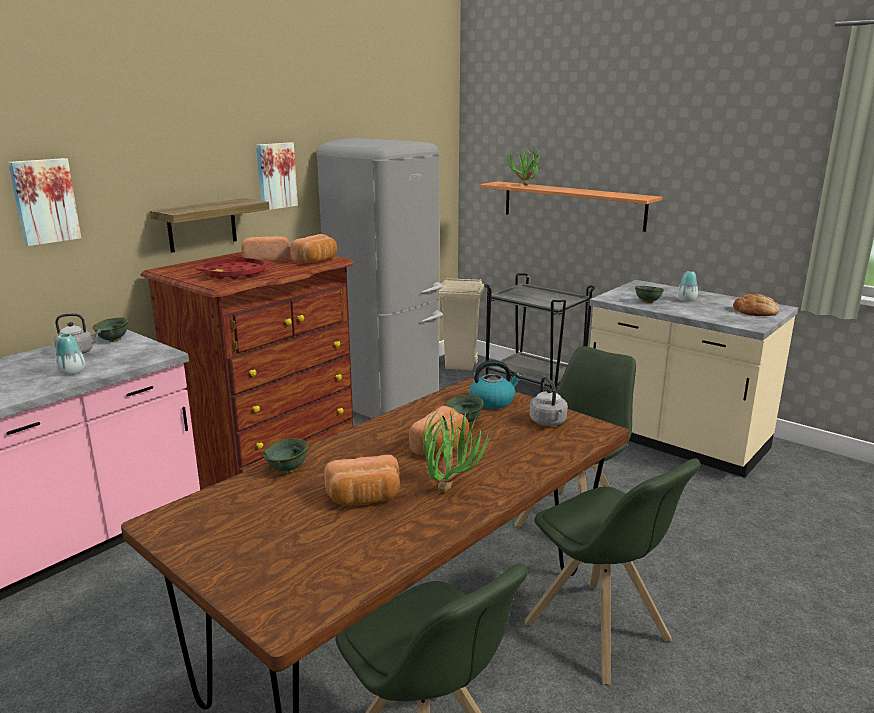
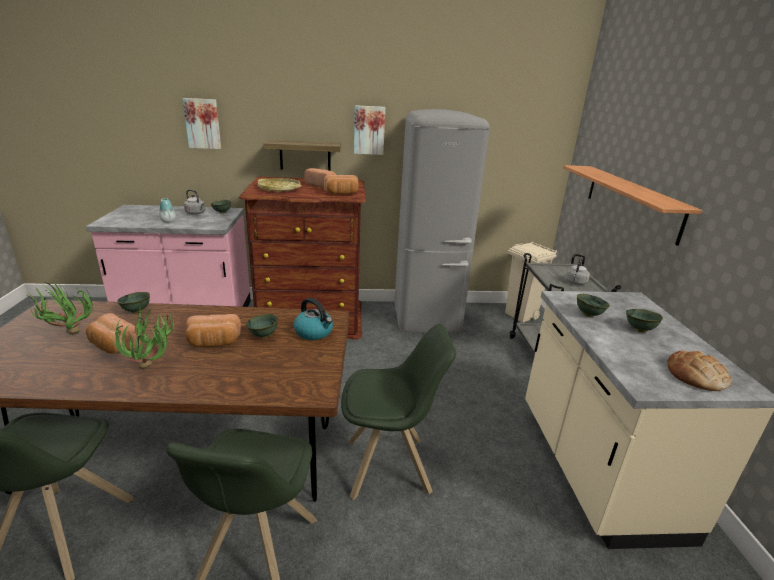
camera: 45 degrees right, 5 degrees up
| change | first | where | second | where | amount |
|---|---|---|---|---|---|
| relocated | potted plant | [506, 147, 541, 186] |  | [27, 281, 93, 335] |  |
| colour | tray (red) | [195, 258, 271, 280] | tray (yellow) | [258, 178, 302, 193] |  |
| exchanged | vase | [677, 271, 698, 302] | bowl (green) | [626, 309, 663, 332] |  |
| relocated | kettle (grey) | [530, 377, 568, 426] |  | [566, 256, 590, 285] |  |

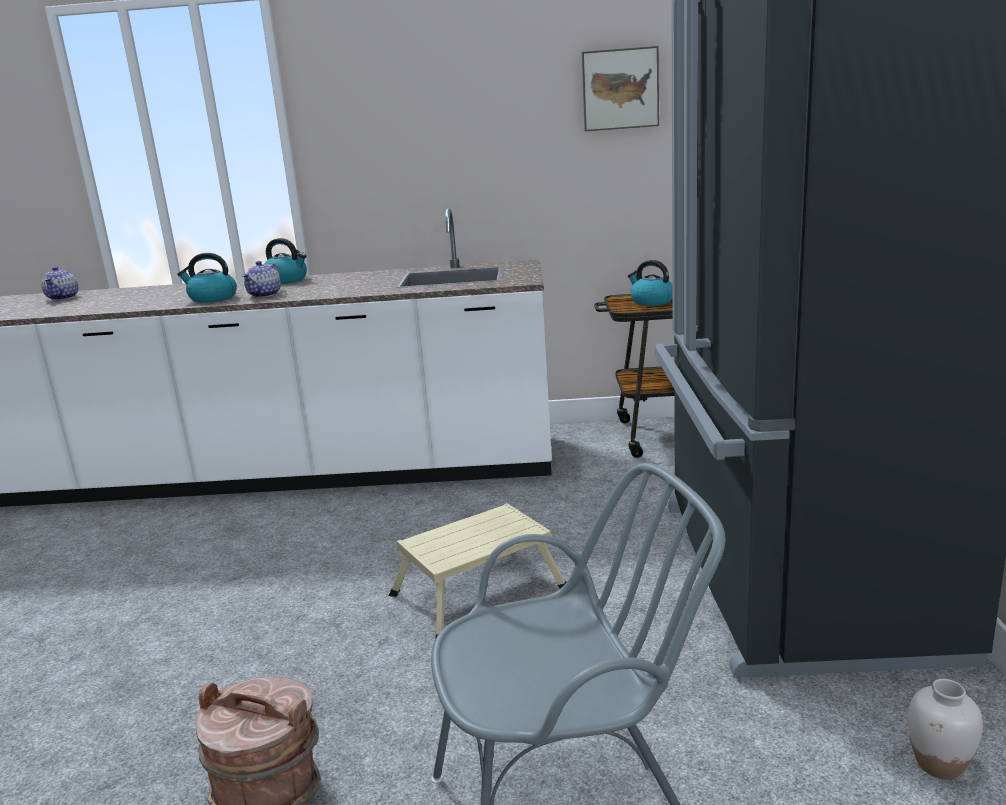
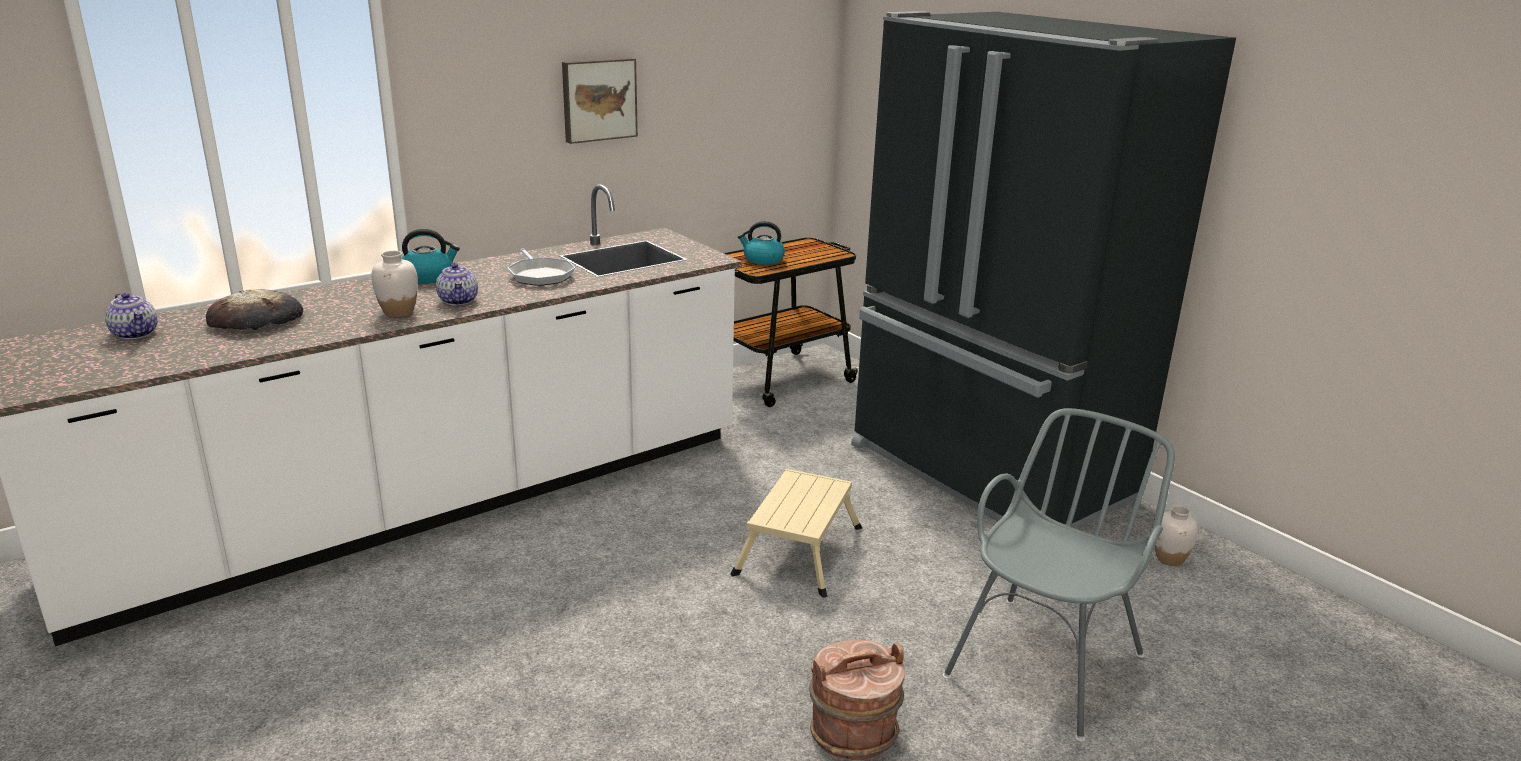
camera: 40 degrees left, 5 degrees up
| change | first | where | second | where | amount |
|---|---|---|---|---|---|
| relocated | picture | [582, 46, 659, 131] |  | [562, 58, 638, 144] |  |
| exchanged | kettle | [177, 253, 237, 303] | vase (white) | [371, 251, 418, 317] |  |
| appeared |  |  | frying pan | [507, 248, 575, 286] |  |
| appeared |  |  | bread | [206, 289, 303, 330] |  |

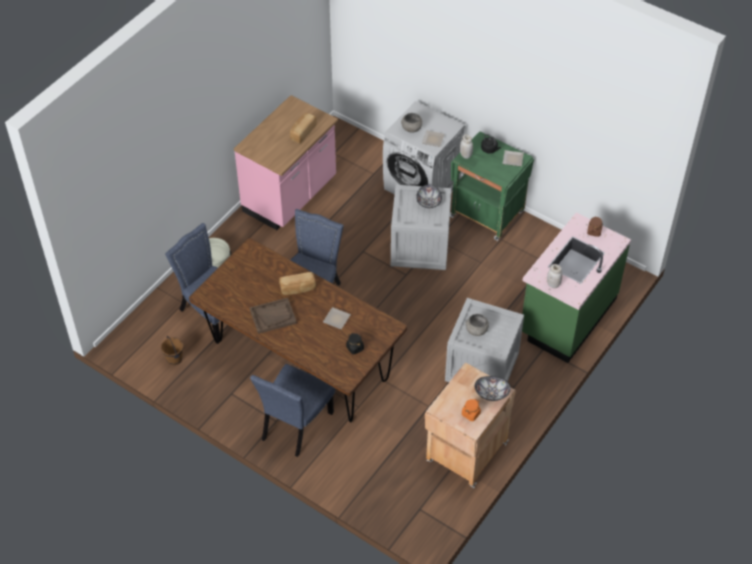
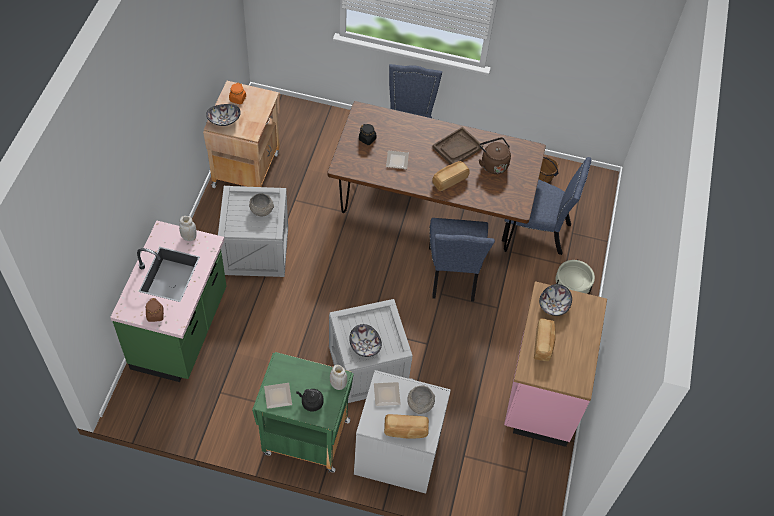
camera: 155 degrees right, 5 degrees up
| change | first | where | second | where | amount |
|---|---|---|---|---|---|
| appeared |  |  | kettle (brown) | [479, 137, 511, 174] |  |
| appeared |  |  | bowl | [539, 284, 572, 316] |  |
| appeared |  |  | bread | [384, 414, 429, 438] |  |

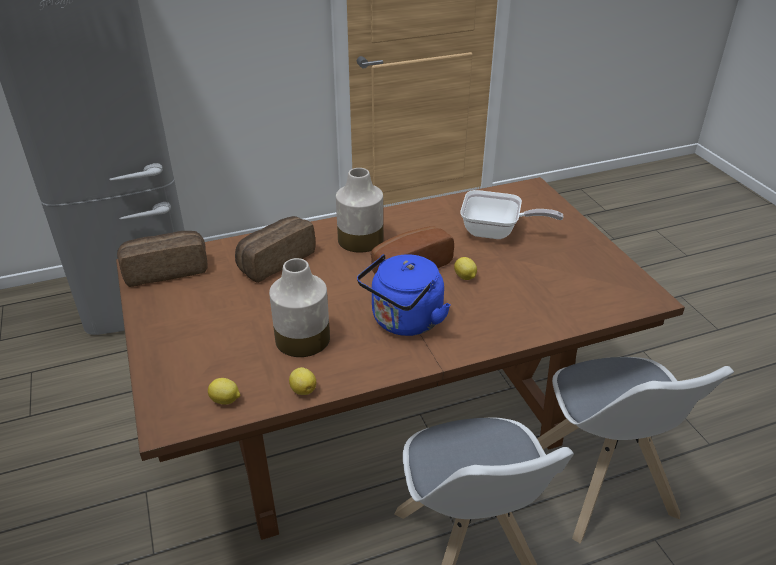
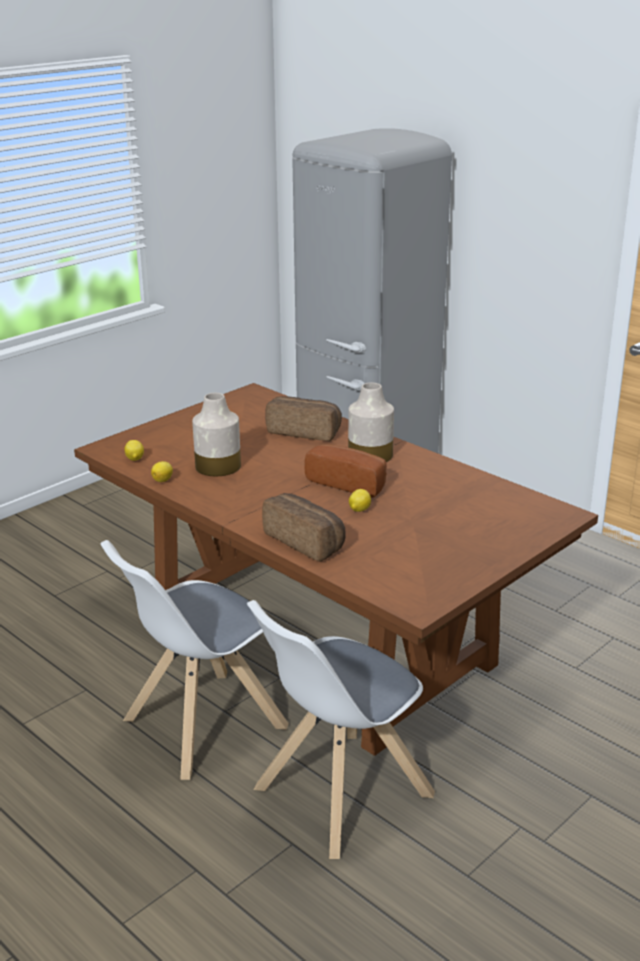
camera: 65 degrees right, 10 degrees down
| change | first | where | second | where | amount |
|---|---|---|---|---|---|
| missing | frying pan | [460, 190, 563, 239] |  |  |  |
| relocated | bread | [117, 231, 208, 287] |  | [262, 493, 345, 562] |  |
| missing | kettle (blue) | [357, 254, 451, 336] |  |  |  |

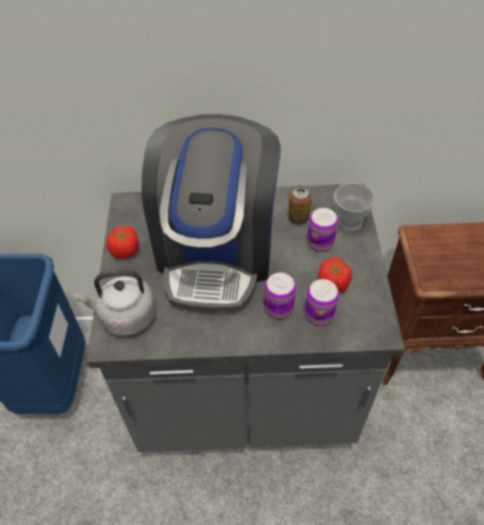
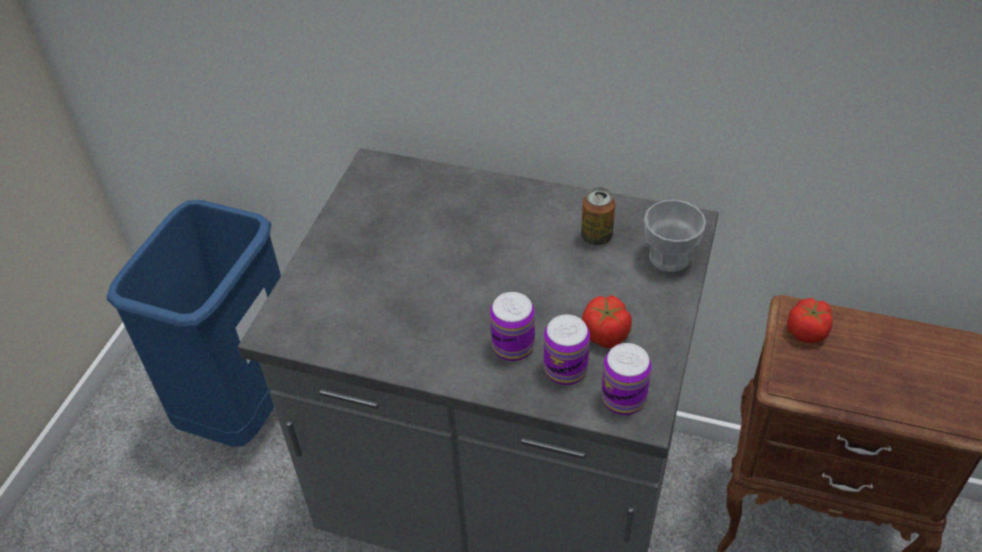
camera: 20 degrees right, 5 degrees down
| change | first | where | second | where | amount |
|---|---|---|---|---|---|
| missing | coffee machine | [142, 114, 281, 312] |  |  |  |
| relocated | can | [307, 208, 338, 252] |  | [601, 343, 652, 415] |  |
| relocated | tomato | [107, 226, 139, 259] |  | [787, 298, 833, 343] |  |
| missing | kettle (grey) | [75, 270, 156, 336] |  |  |  |

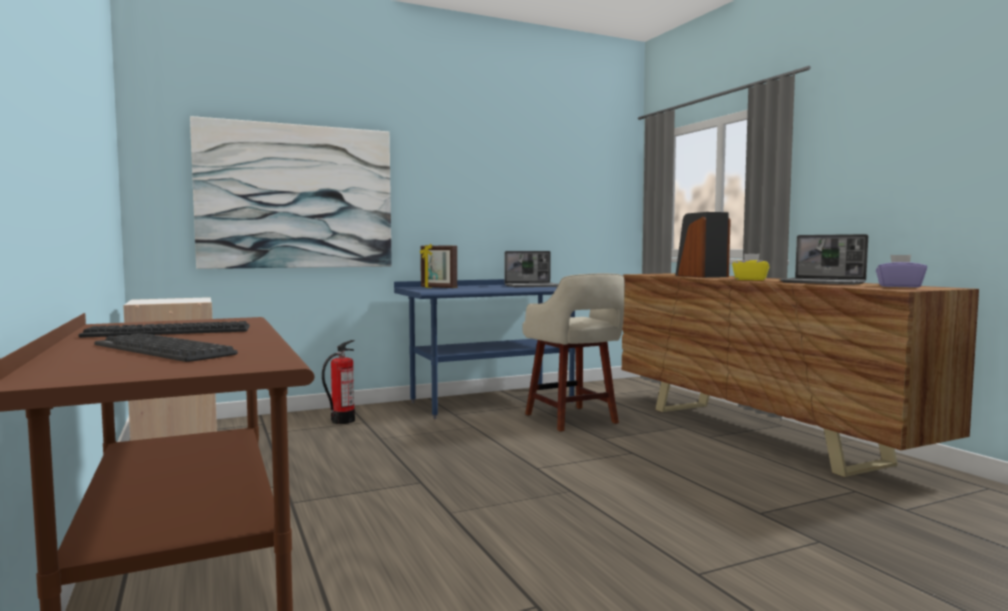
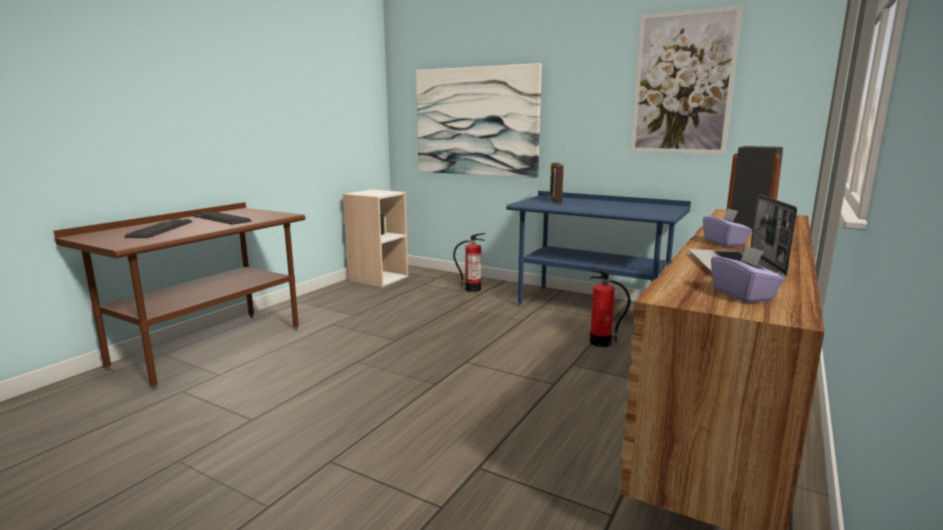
camera: 55 degrees right, 10 degrees up
| change | first | where | second | where | amount |
|---|---|---|---|---|---|
| missing | laptop | [504, 251, 558, 287] |  |  |  |
| colour | tissue box (yellow) | [732, 253, 769, 281] | tissue box (purple) | [703, 208, 752, 246] |  |
| exchanged | stool (beige) | [523, 273, 625, 432] | fire extinguisher | [589, 268, 630, 347] |  |
| appeared |  |  | picture | [631, 5, 743, 154] |  |

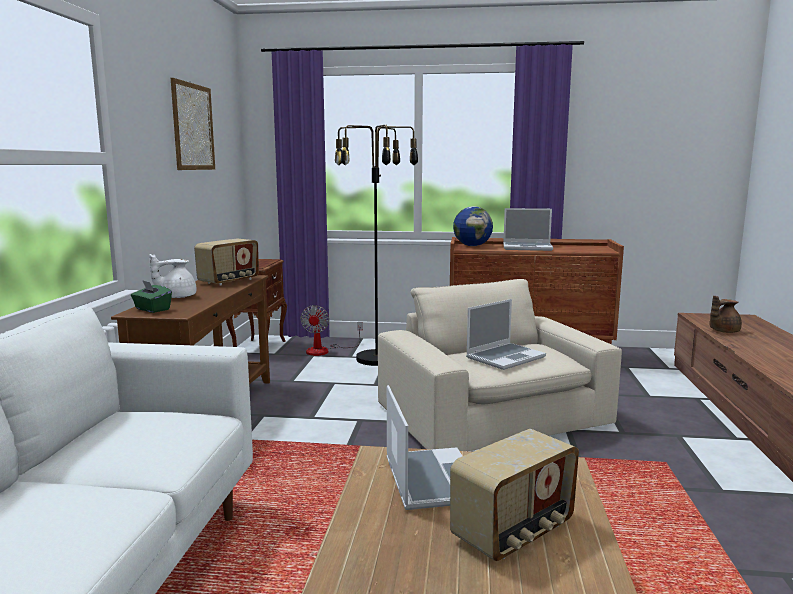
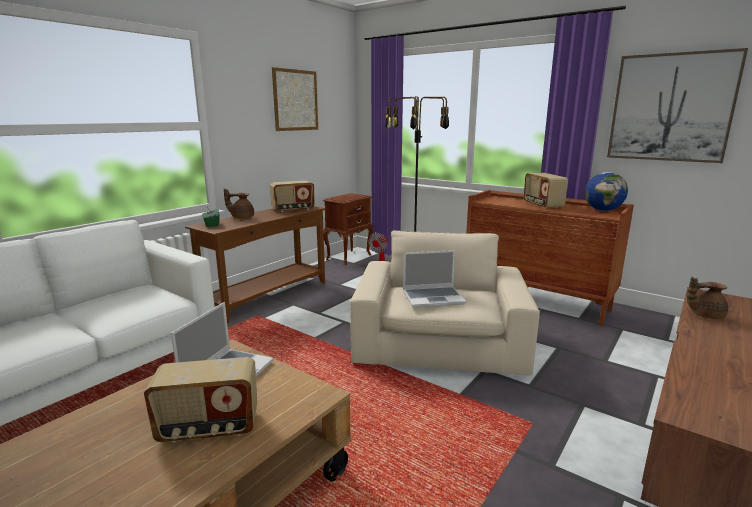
camera: 30 degrees right, 5 degrees up
| change | first | where | second | where | amount |
|---|---|---|---|---|---|
| relocated | globe | [453, 206, 493, 246] |  | [585, 172, 628, 211] |  |
| exchanged | laptop | [503, 208, 553, 251] | radio | [524, 173, 568, 209] |  |
| colour | teapot (white) | [149, 254, 196, 298] | teapot (brown) | [224, 189, 254, 219] |  |
| appeared |  |  | picture | [607, 48, 748, 163] |  |

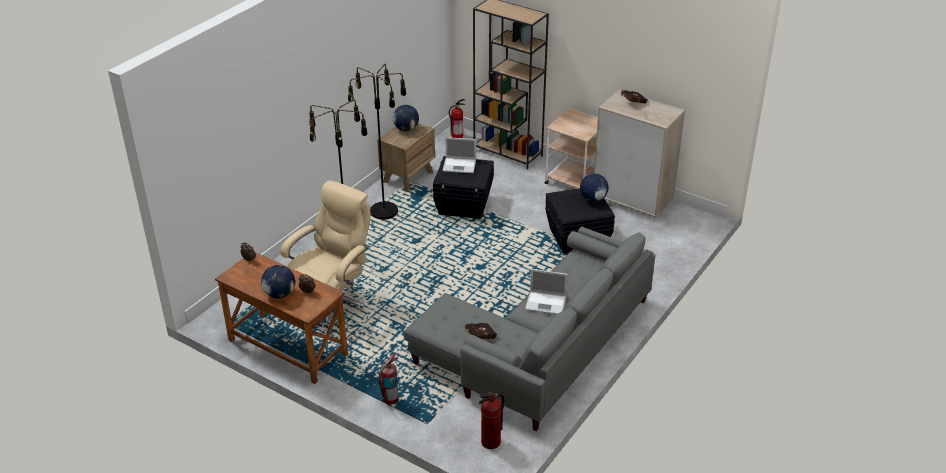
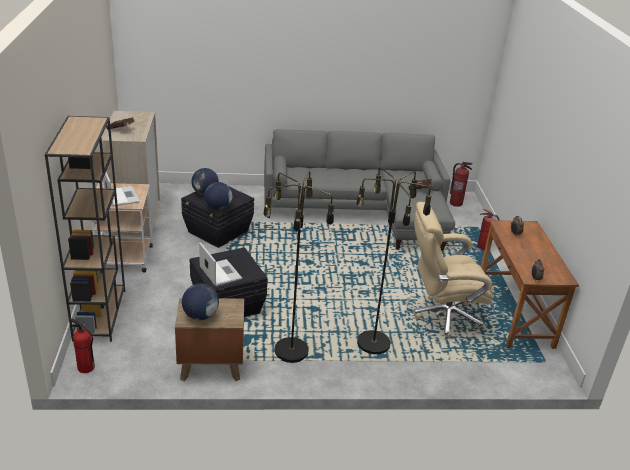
camera: 130 degrees left, 5 degrees down
| change | first | where | second | where | amount |
|---|---|---|---|---|---|
| relocated | globe | [261, 265, 295, 298] |  | [204, 182, 232, 210] |  |
| relocated | laptop | [525, 269, 568, 314] |  | [103, 172, 140, 207] |  |

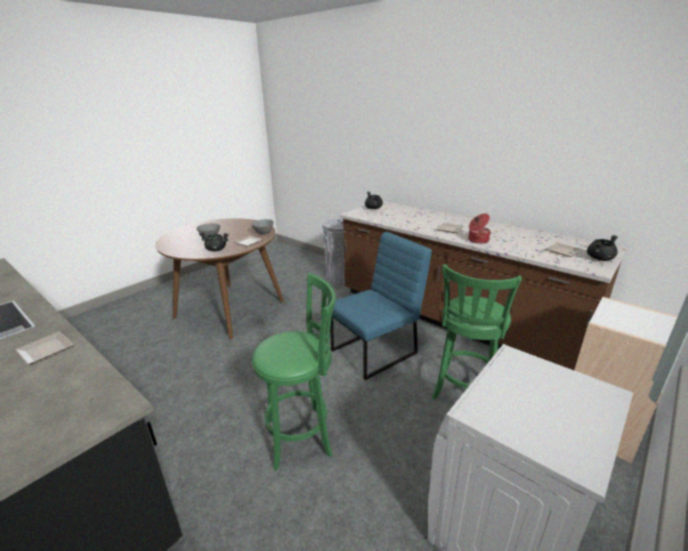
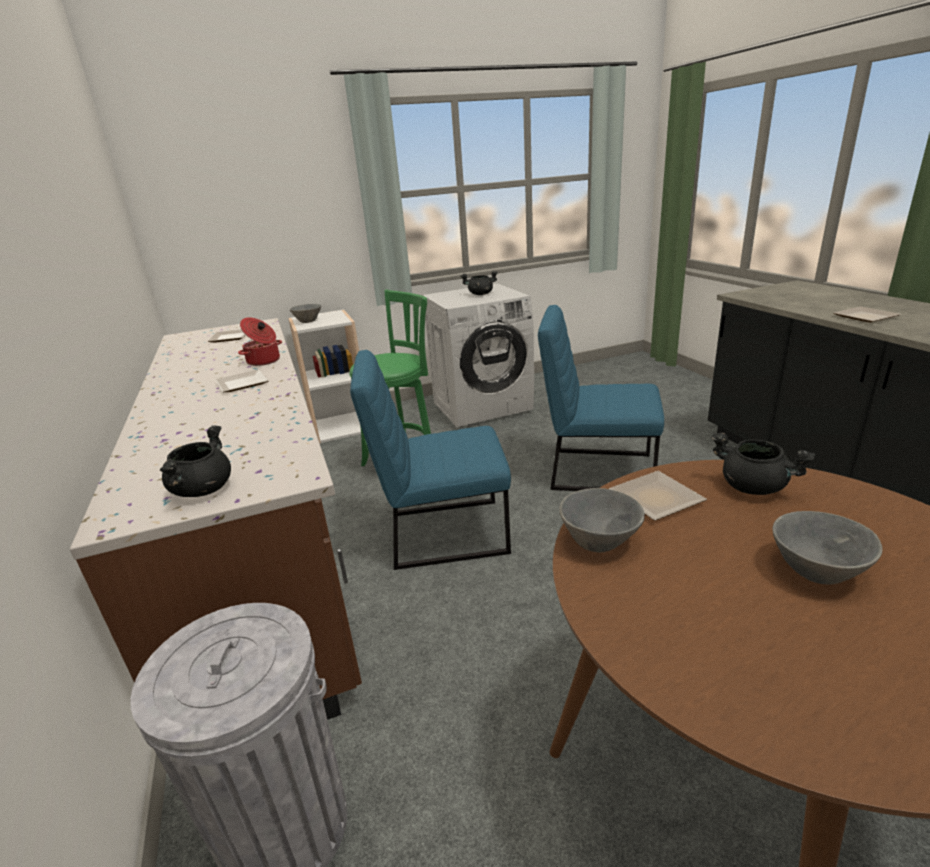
camera: 150 degrees left, 0 degrees up
| change | first | where | second | where | amount |
|---|---|---|---|---|---|
| relocated | cooking pot (black) | [587, 235, 618, 261] |  | [461, 271, 498, 295] |  |
| exchanged | stool (green) | [252, 273, 336, 471] | chair (blue) | [538, 305, 664, 491] |  |
| appeared |  |  | bowl (grey) | [290, 304, 321, 323] |  |

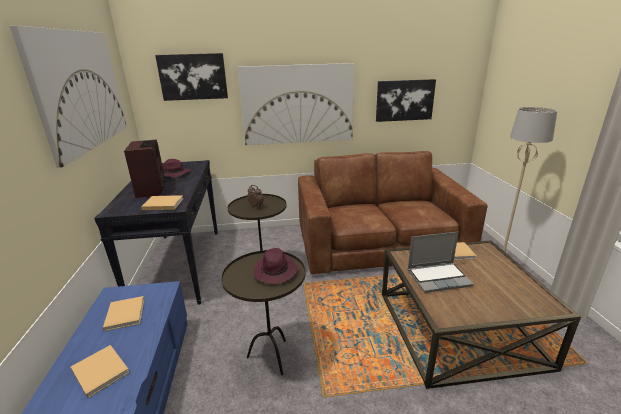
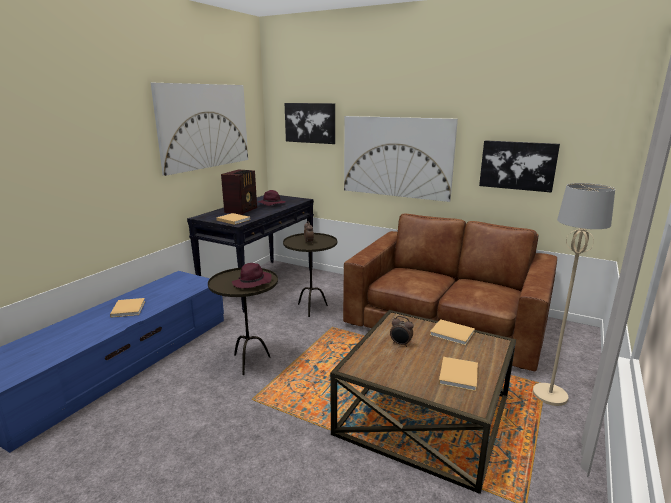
camera: 35 degrees right, 5 degrees down
| change | first | where | second | where | amount |
|---|---|---|---|---|---|
| exchanged | laptop | [407, 232, 474, 293] | alarm clock | [390, 316, 414, 347] |  |
| relocated | book (beige) | [103, 296, 144, 331] |  | [439, 357, 478, 391] |  |

